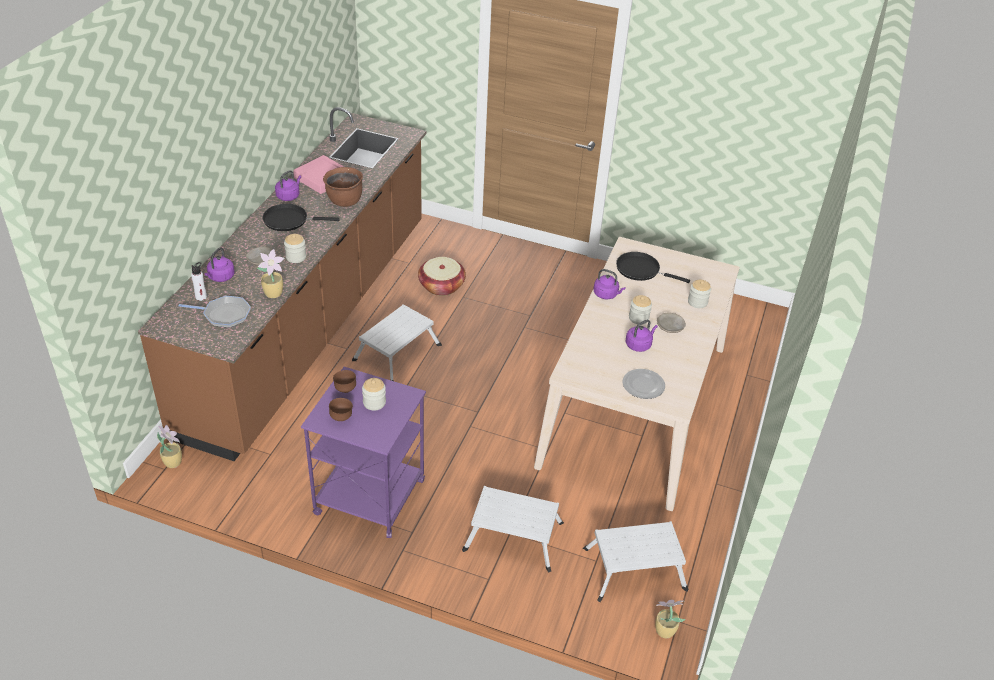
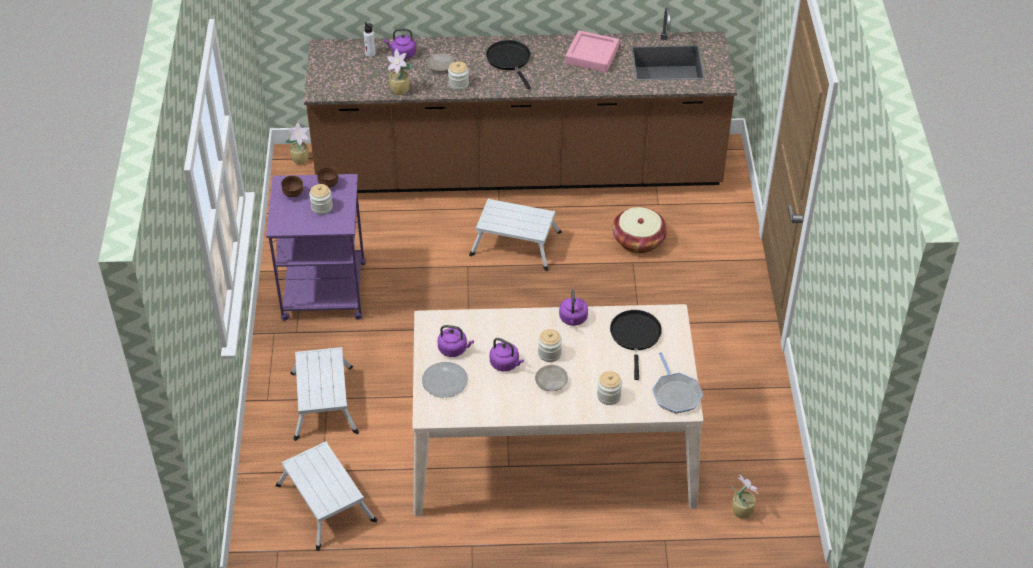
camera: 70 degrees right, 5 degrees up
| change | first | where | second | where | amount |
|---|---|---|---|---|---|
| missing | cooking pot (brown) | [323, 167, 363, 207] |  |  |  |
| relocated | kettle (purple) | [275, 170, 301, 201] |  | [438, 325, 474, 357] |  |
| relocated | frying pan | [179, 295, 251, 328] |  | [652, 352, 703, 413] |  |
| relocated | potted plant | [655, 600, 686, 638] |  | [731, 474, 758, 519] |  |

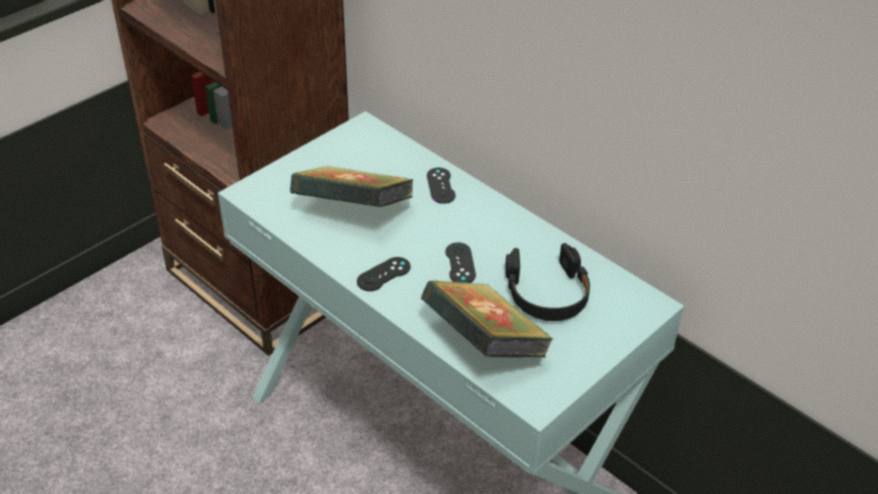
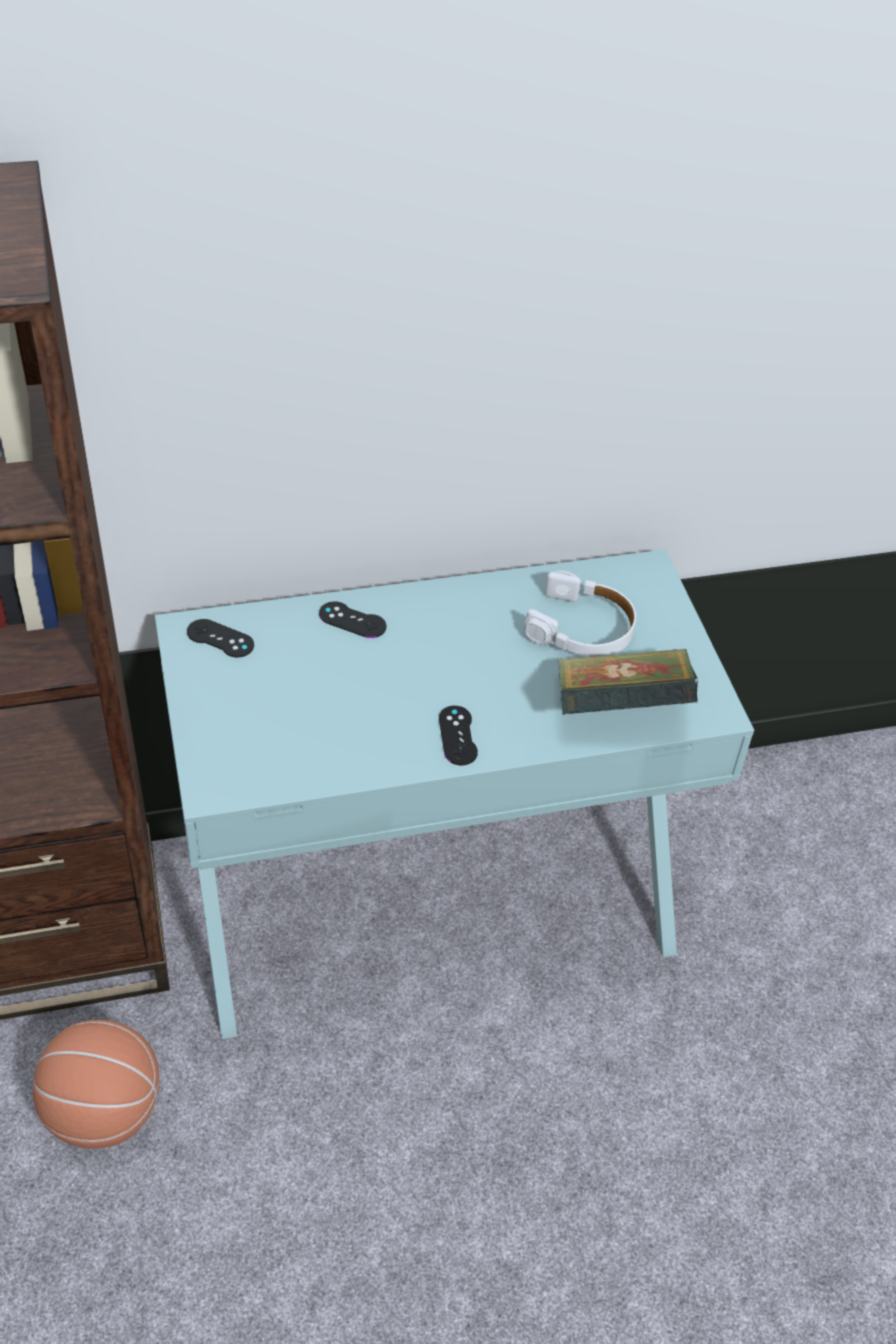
camera: 60 degrees left, 5 degrees up
| change | first | where | second | where | amount |
|---|---|---|---|---|---|
| missing | book | [290, 166, 414, 207] |  |  |  |
| relocated | game controller (black) | [445, 242, 476, 283] |  | [187, 619, 254, 658] |  |
| colour | headphones (black) | [505, 243, 590, 321] | headphones (white) | [525, 570, 636, 657] |  |
| appeared |  |  | basketball | [33, 1019, 159, 1149] |  |

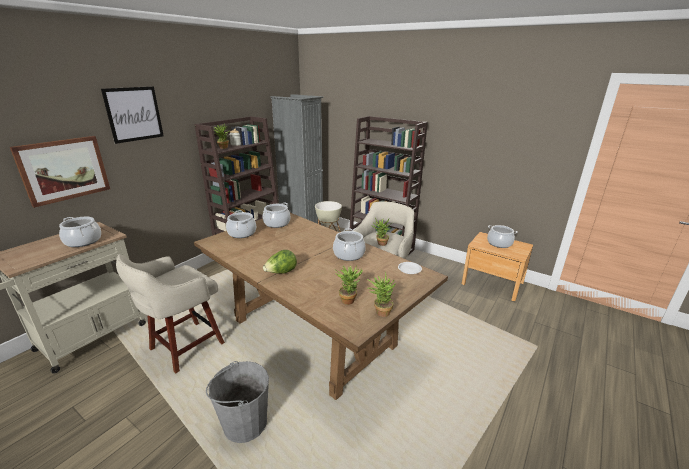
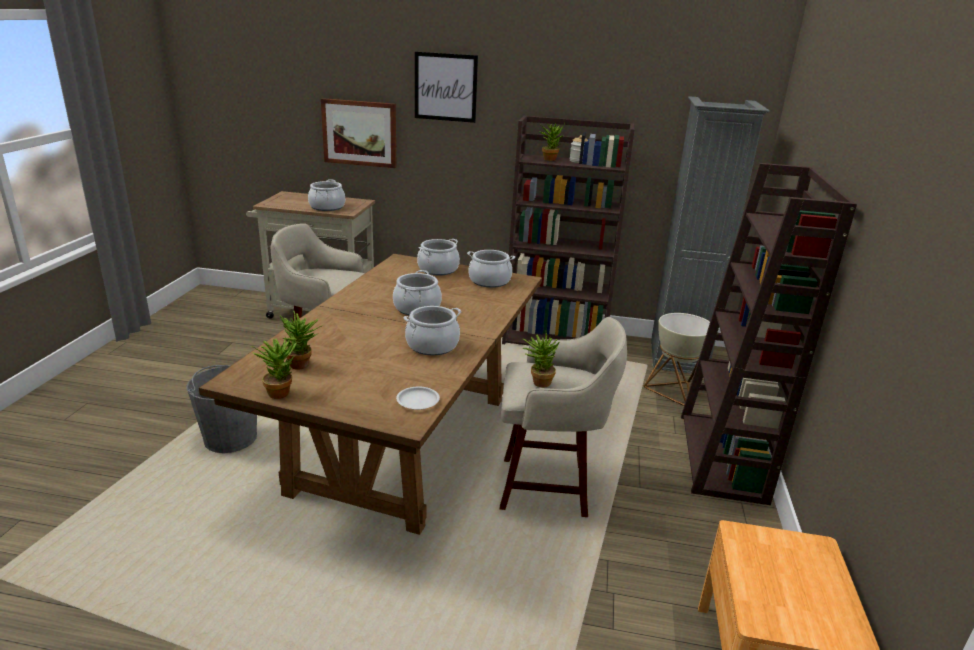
camera: 65 degrees right, 0 degrees up
| change | first | where | second | where | amount |
|---|---|---|---|---|---|
| relocated | cooking pot | [487, 225, 518, 248] |  | [393, 270, 442, 315] |  |
| missing | lettuce | [263, 250, 297, 274] |  |  |  |

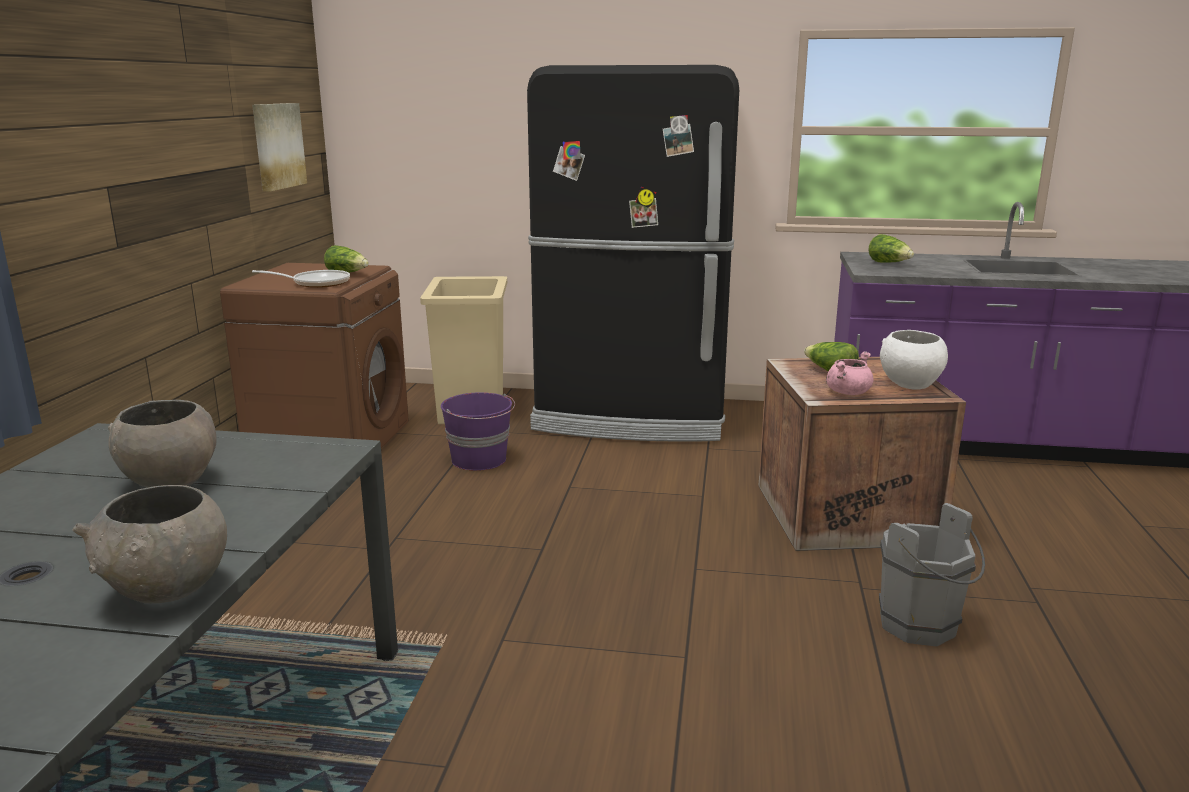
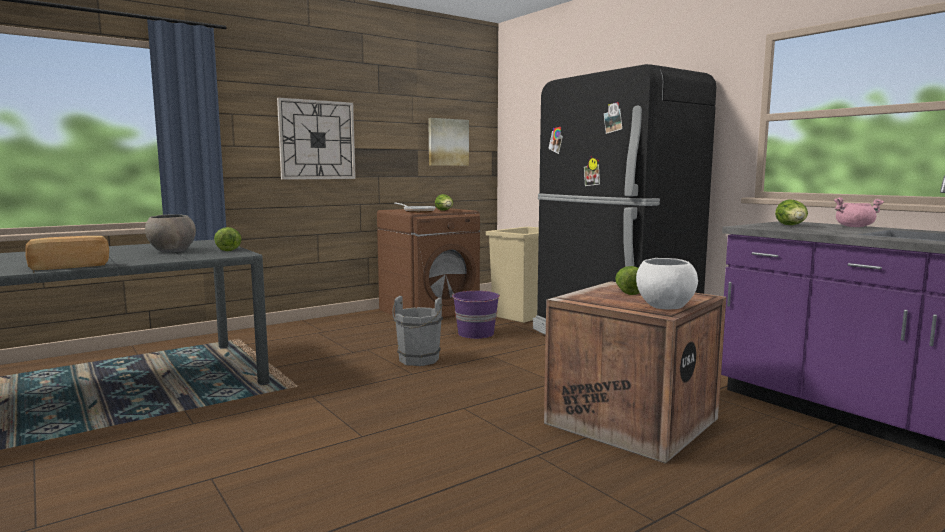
camera: 45 degrees right, 10 degrees down
| change | first | where | second | where | amount |
|---|---|---|---|---|---|
| relocated | cooking pot (pink) | [826, 351, 874, 395] |  | [834, 197, 884, 227] |  |
| exchanged | bowl (grey) | [72, 485, 227, 603] | bread | [25, 236, 109, 270] |  |
| relocated | bucket (grey) | [879, 503, 985, 646] |  | [392, 296, 443, 366] |  |
| appeared |  |  | wall clock | [277, 97, 356, 180] |  |
| appeared |  |  | lettuce | [214, 227, 241, 251] |  |

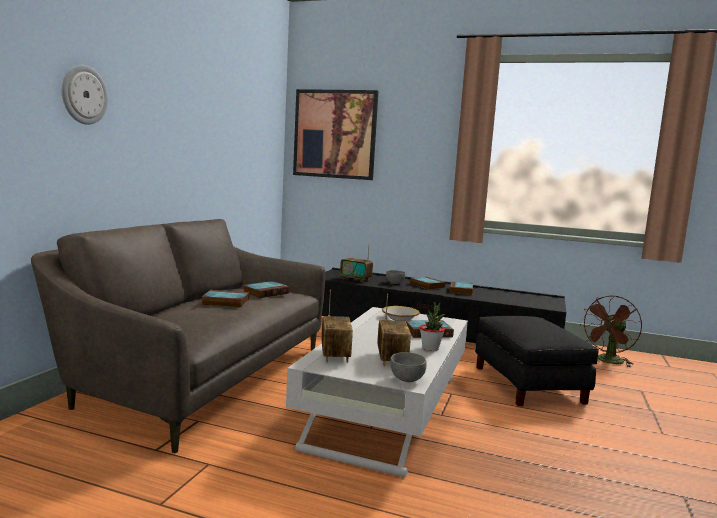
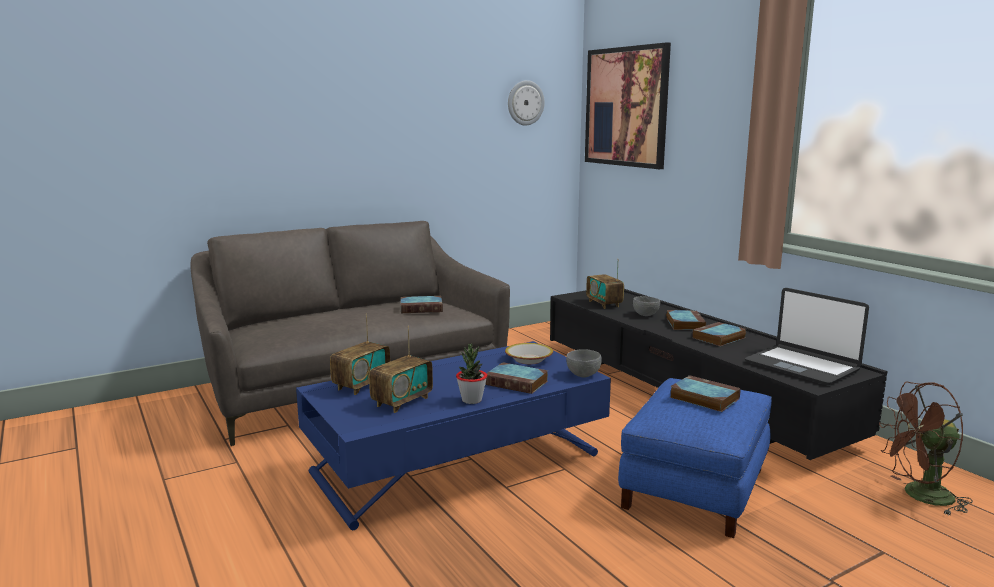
camera: 40 degrees right, 5 degrees up
| change | first | where | second | where | amount |
|---|---|---|---|---|---|
| relocated | wall clock | [62, 65, 108, 125] |  | [508, 80, 545, 126] |  |
| relocated | book | [202, 290, 249, 307] |  | [670, 375, 741, 412] |  |
| colour | coffee table (white) | [286, 307, 468, 478] | coffee table (blue) | [296, 341, 611, 530] |  |
| colour | ottoman (black) | [475, 316, 599, 406] | ottoman (blue) | [618, 378, 772, 538] |  |
| relocated | bowl (grey) | [390, 352, 427, 382] |  | [566, 349, 602, 377] |  |
| appeared |  |  | laptop | [745, 288, 869, 385] |  |

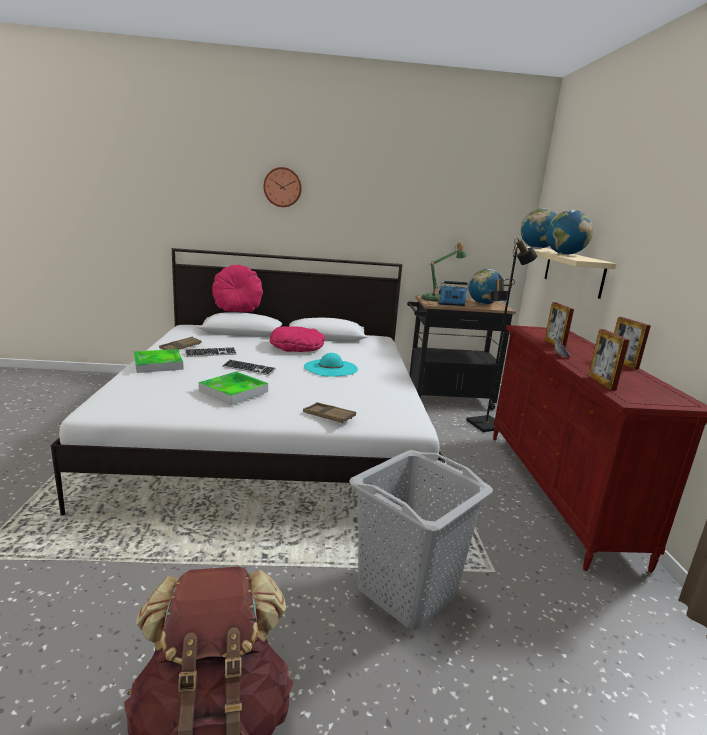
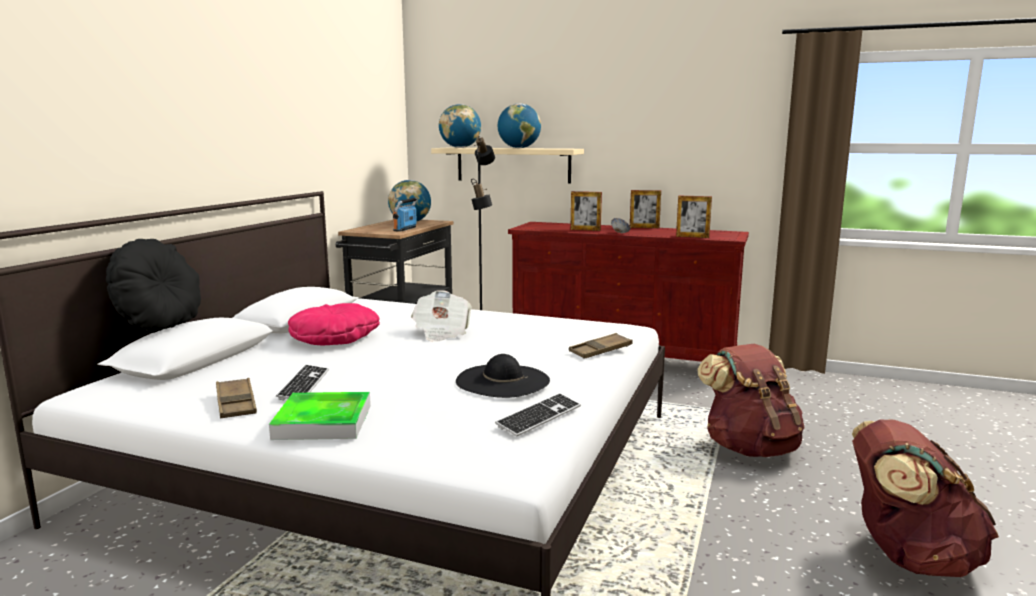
camera: 65 degrees left, 5 degrees down
| change | first | where | second | where | amount |
|---|---|---|---|---|---|
| missing | wall clock | [263, 167, 302, 207] |  |  |  |
| missing | table lamp | [421, 242, 467, 302] |  |  |  |
| colour | pillow (pink) | [212, 265, 263, 312] | pillow (black) | [106, 239, 201, 333] |  |
| exchanged | hat (turquoise) | [304, 353, 358, 377] | newspaper | [411, 290, 472, 342] |  |
| relocated | keyboard | [222, 360, 276, 376] |  | [495, 393, 581, 436] |  |
| exchanged | tray | [199, 372, 268, 405] | hat (black) | [456, 354, 550, 398] |  |
| exchanged | laundry basket (grey) | [349, 450, 493, 630] | backpack (brown) | [698, 344, 804, 457] |  |

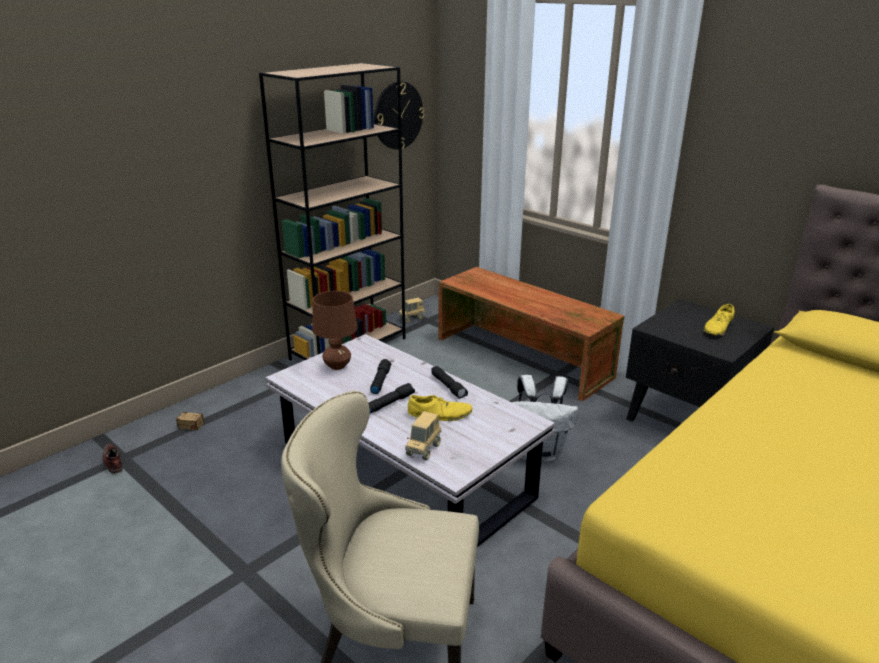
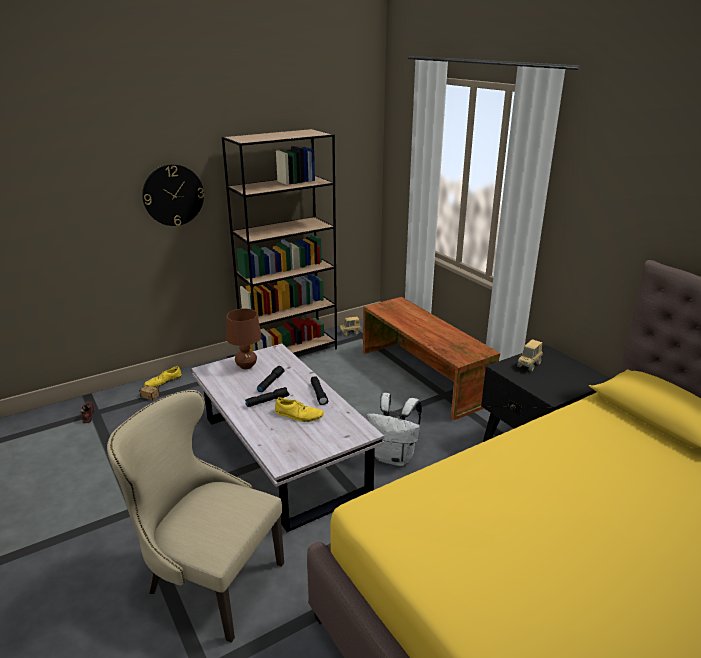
camera: 15 degrees right, 0 degrees up
| change | first | where | second | where | amount |
|---|---|---|---|---|---|
| relocated | wall clock | [374, 81, 424, 150] |  | [142, 164, 204, 226] |  |
| relocated | shoe (yellow) | [704, 304, 734, 336] |  | [144, 366, 182, 388] |  |
| relocated | toy truck | [405, 411, 442, 461] |  | [517, 339, 543, 371] |  |

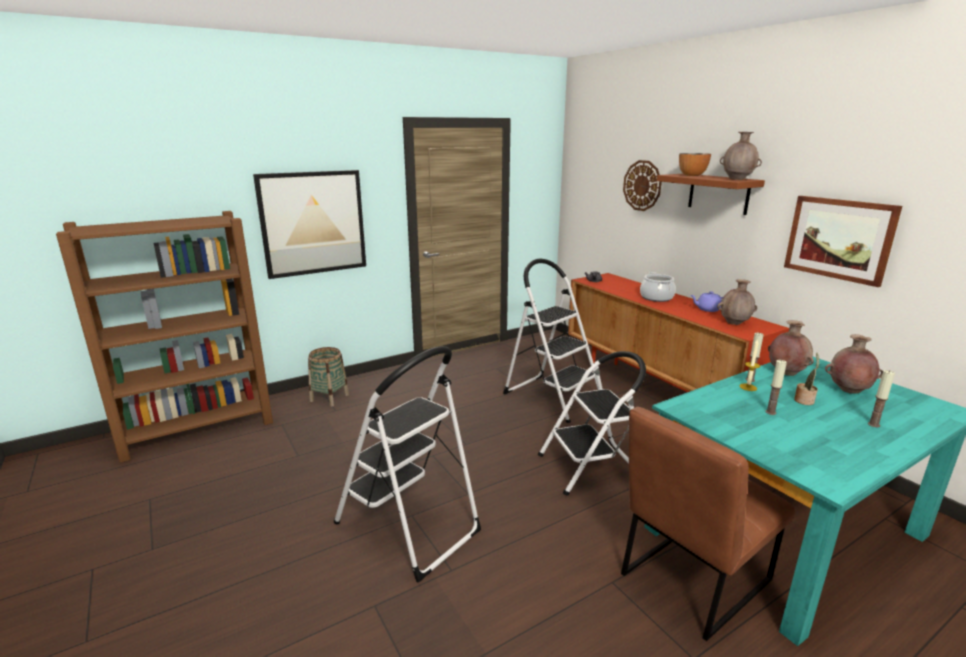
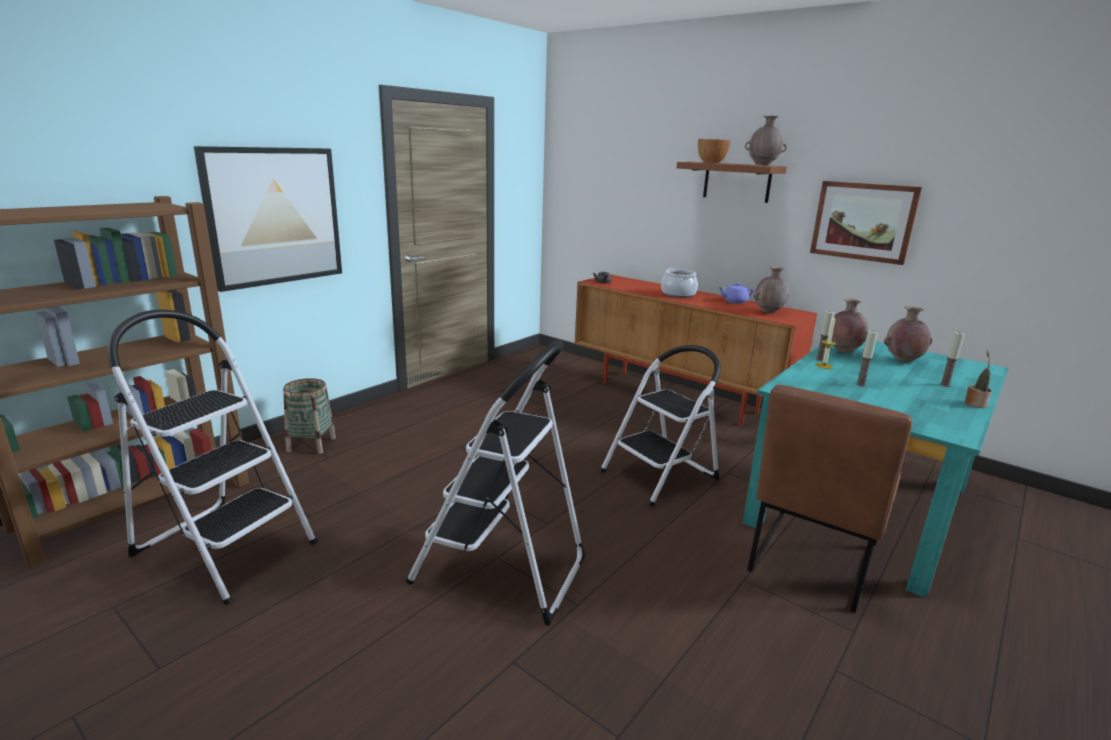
camera: 20 degrees left, 0 degrees up
| change | first | where | second | where | amount |
|---|---|---|---|---|---|
| missing | wall clock | [623, 160, 662, 211] |  |  |  |
| relocated | step ladder | [503, 259, 598, 423] |  | [108, 310, 318, 605] |  |
| relocated | potted plant | [794, 353, 819, 405] |  | [964, 350, 992, 408] |  |

